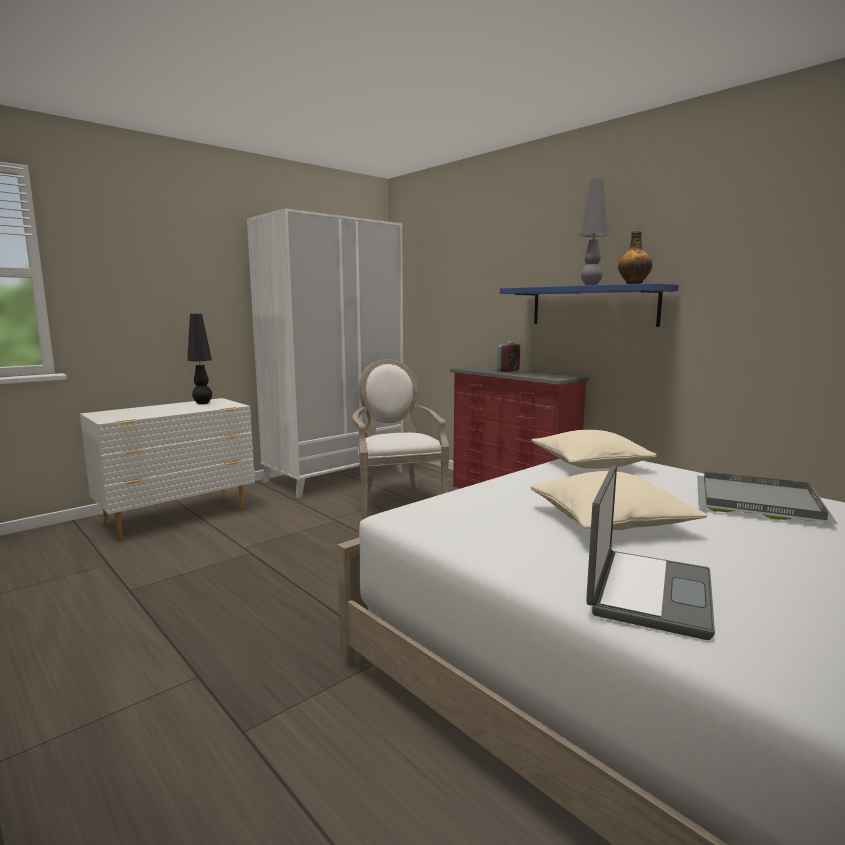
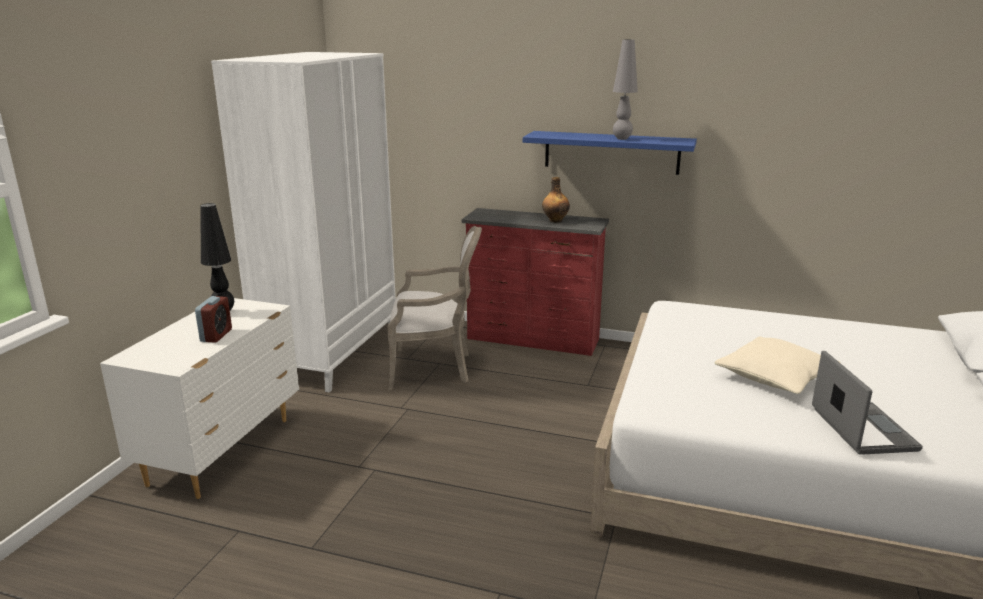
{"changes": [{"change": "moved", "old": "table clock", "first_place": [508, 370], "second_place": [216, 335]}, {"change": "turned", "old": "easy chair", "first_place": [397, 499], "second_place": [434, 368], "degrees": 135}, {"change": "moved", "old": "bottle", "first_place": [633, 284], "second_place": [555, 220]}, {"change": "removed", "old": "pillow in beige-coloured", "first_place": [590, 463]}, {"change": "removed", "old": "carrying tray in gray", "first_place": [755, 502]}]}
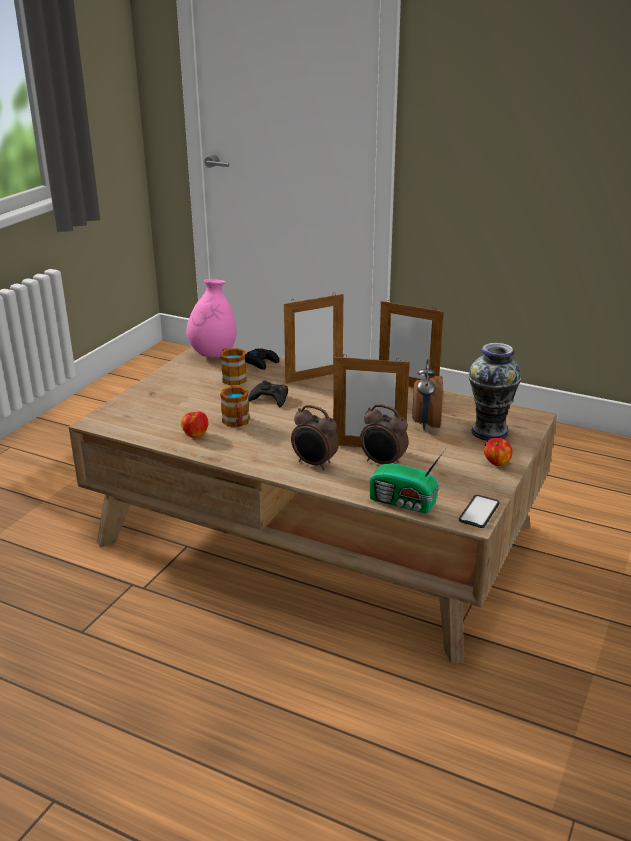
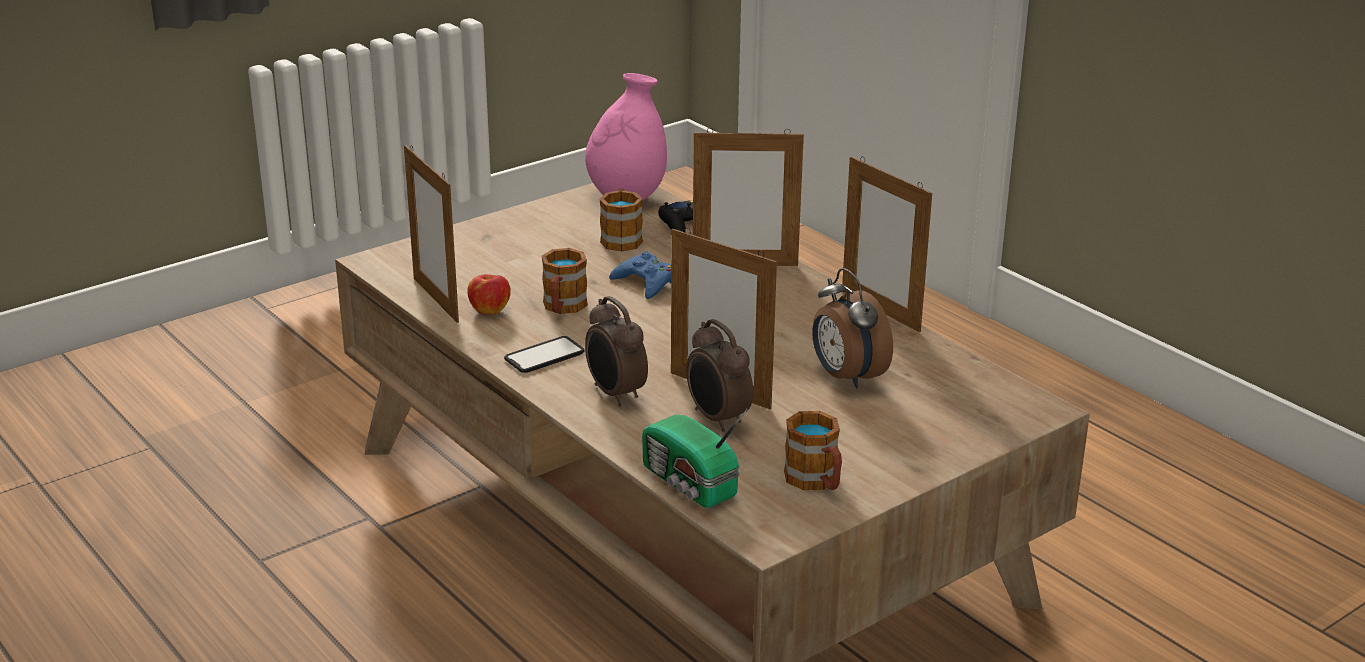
{"changes": [{"change": "added", "new": "standing frame", "second_place": [436, 300]}, {"change": "moved", "old": "phone", "first_place": [479, 512], "second_place": [544, 356]}, {"change": "recoloured", "old": "joypad in black", "new": "joypad in blue", "first_place": [270, 398], "second_place": [646, 282]}, {"change": "added", "new": "tea mug", "second_place": [816, 482]}, {"change": "turned", "old": "table clock", "first_place": [425, 424], "second_place": [846, 377], "degrees": -60}, {"change": "removed", "old": "flower vase", "first_place": [490, 432]}, {"change": "removed", "old": "apple", "first_place": [496, 463]}]}
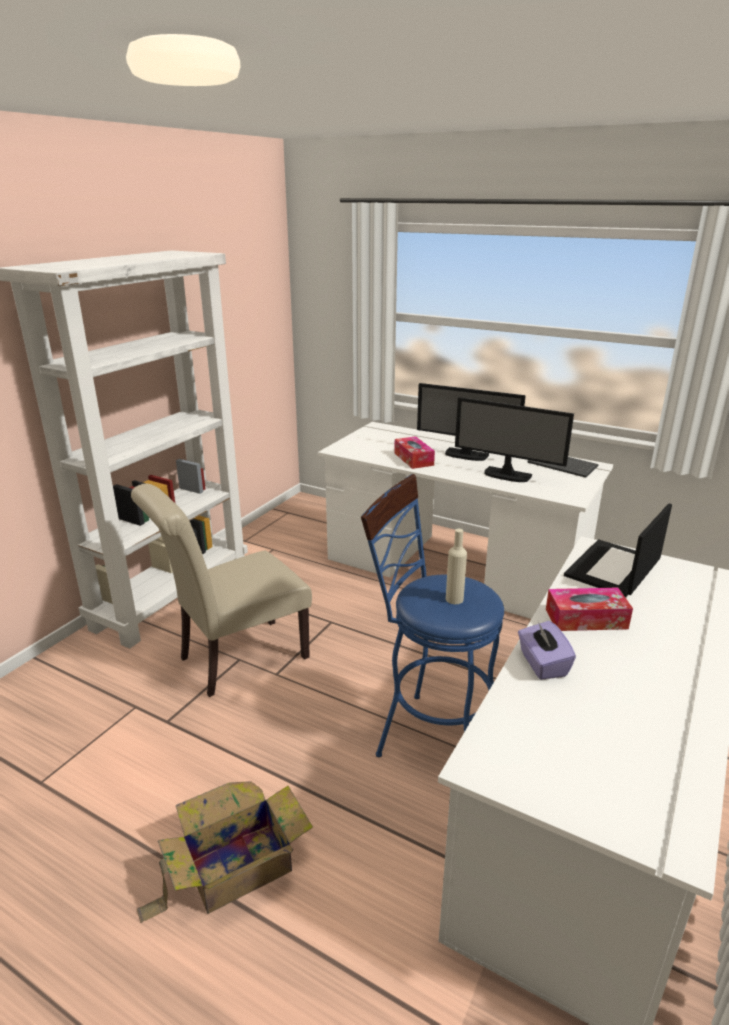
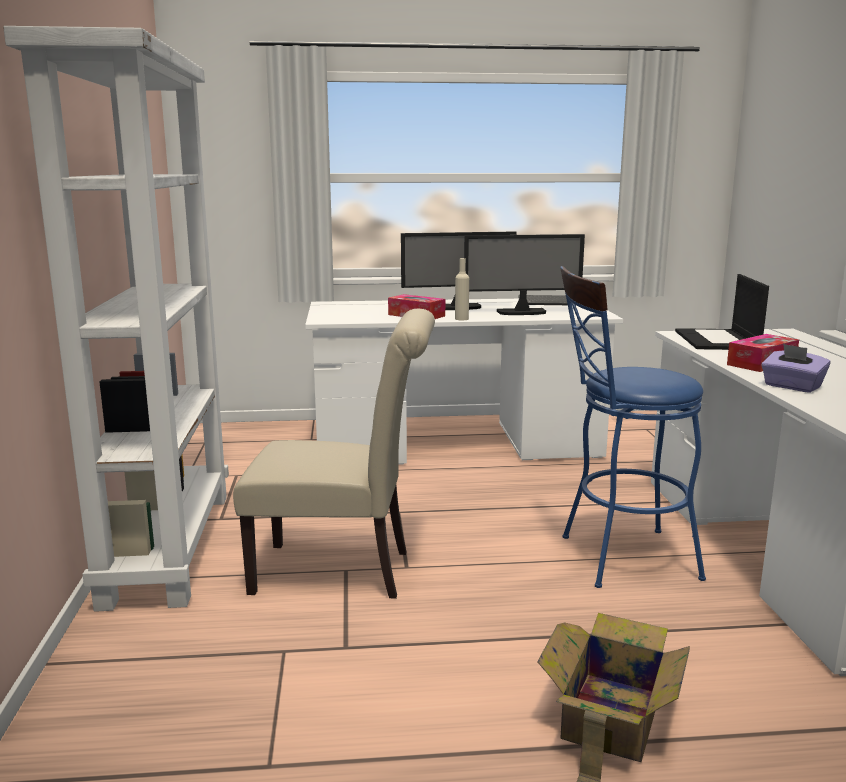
{"changes": [{"change": "turned", "old": "chair in beige-coloured", "first_place": [236, 659], "second_place": [342, 571], "degrees": -105}, {"change": "moved", "old": "bottle in beige-coloured", "first_place": [454, 599], "second_place": [461, 319]}]}
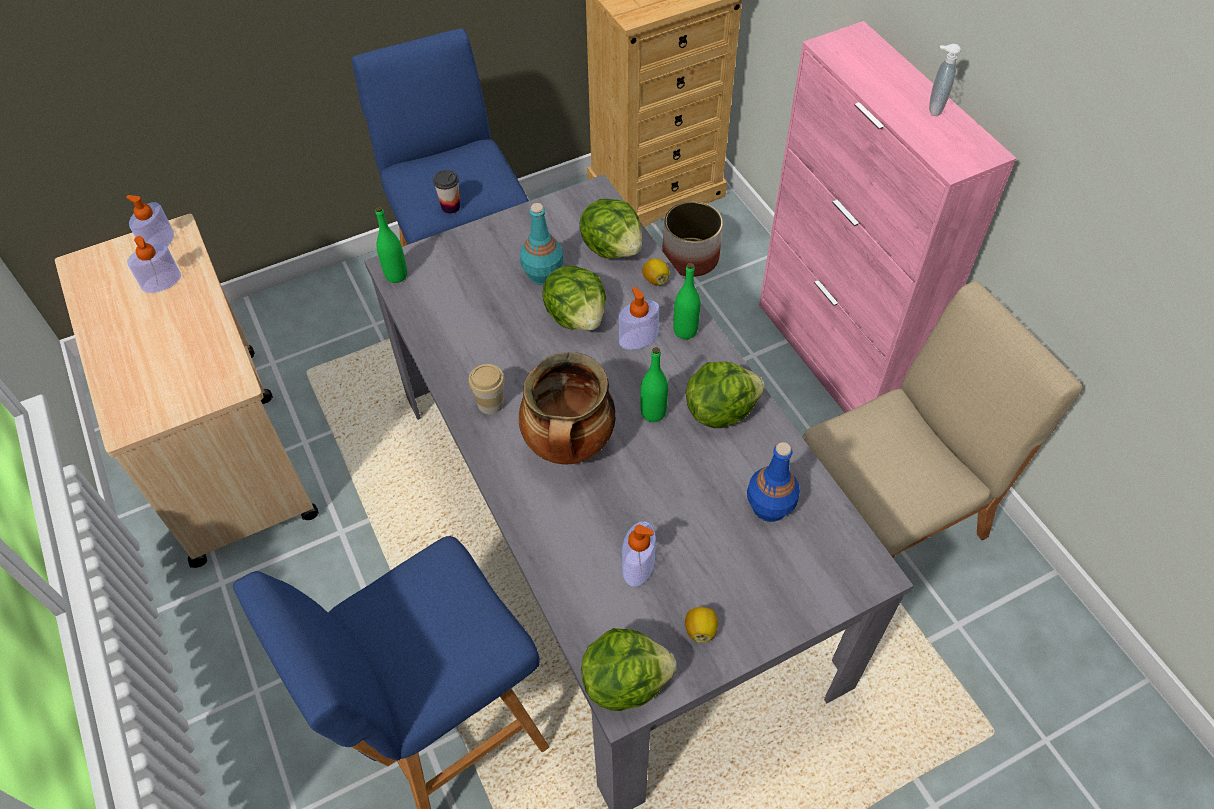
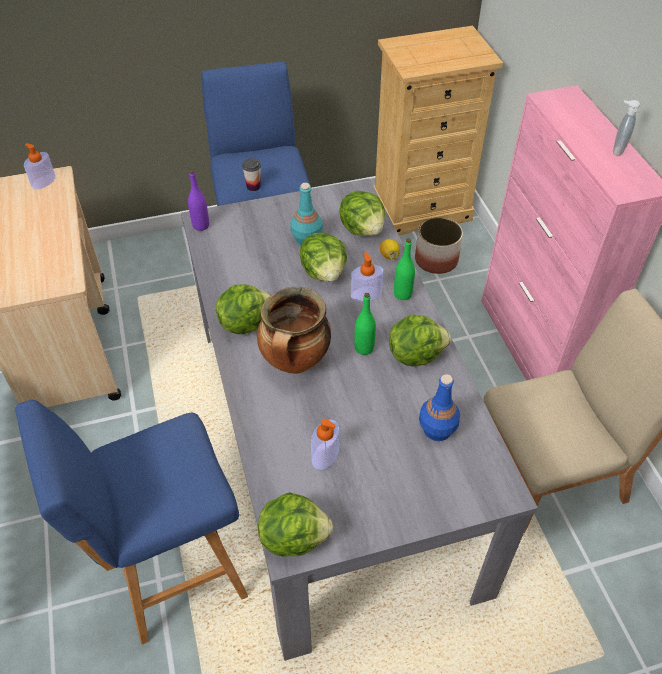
{"changes": [{"change": "recoloured", "old": "bottle in green", "new": "bottle in purplish", "first_place": [396, 275], "second_place": [201, 225]}, {"change": "replaced", "old": "cup", "new": "lettuce", "first_place": [490, 403], "second_place": [245, 322]}, {"change": "removed", "old": "soap dispenser", "first_place": [162, 282]}, {"change": "removed", "old": "citrus fruit", "first_place": [700, 629]}]}
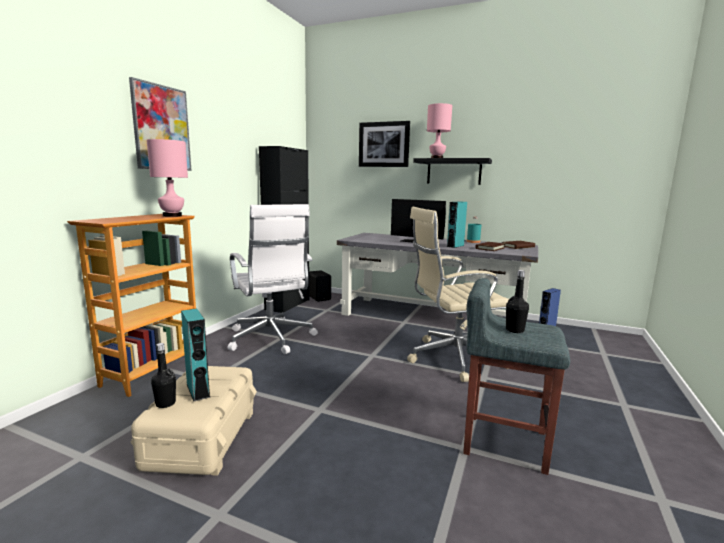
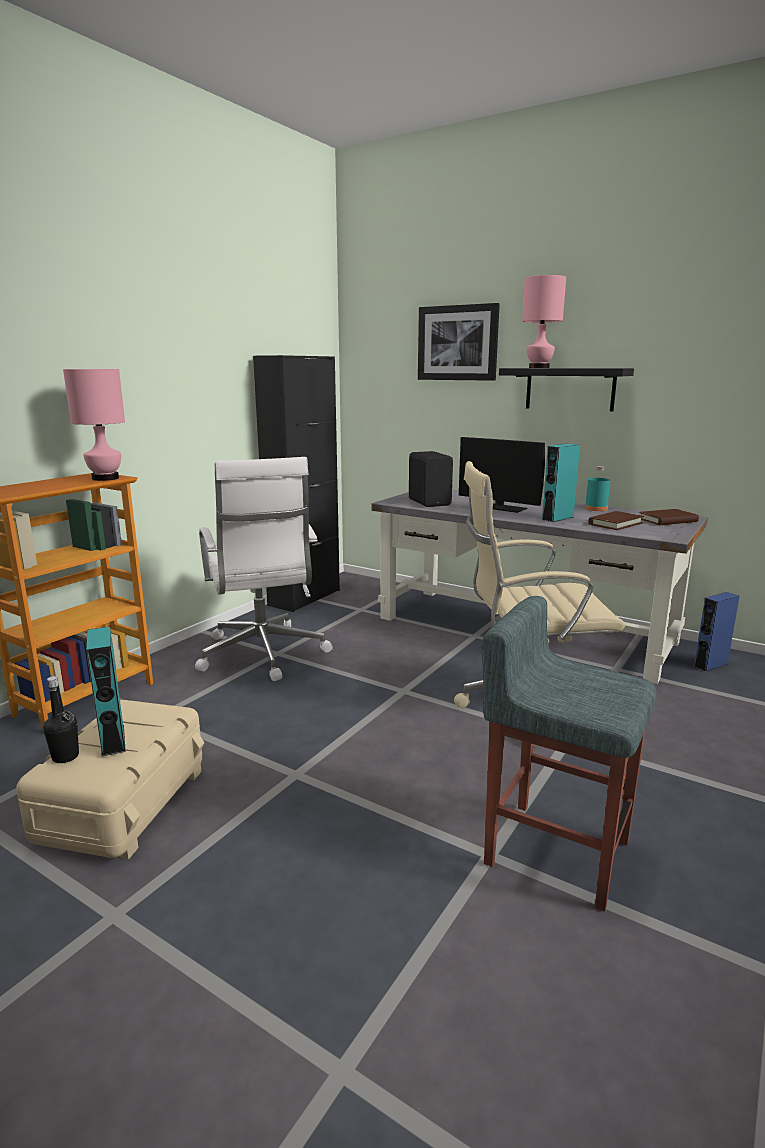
{"changes": [{"change": "moved", "old": "loudspeaker in black", "first_place": [319, 298], "second_place": [430, 502]}, {"change": "removed", "old": "wall picture", "first_place": [161, 128]}, {"change": "removed", "old": "bottle in black", "first_place": [514, 330]}]}
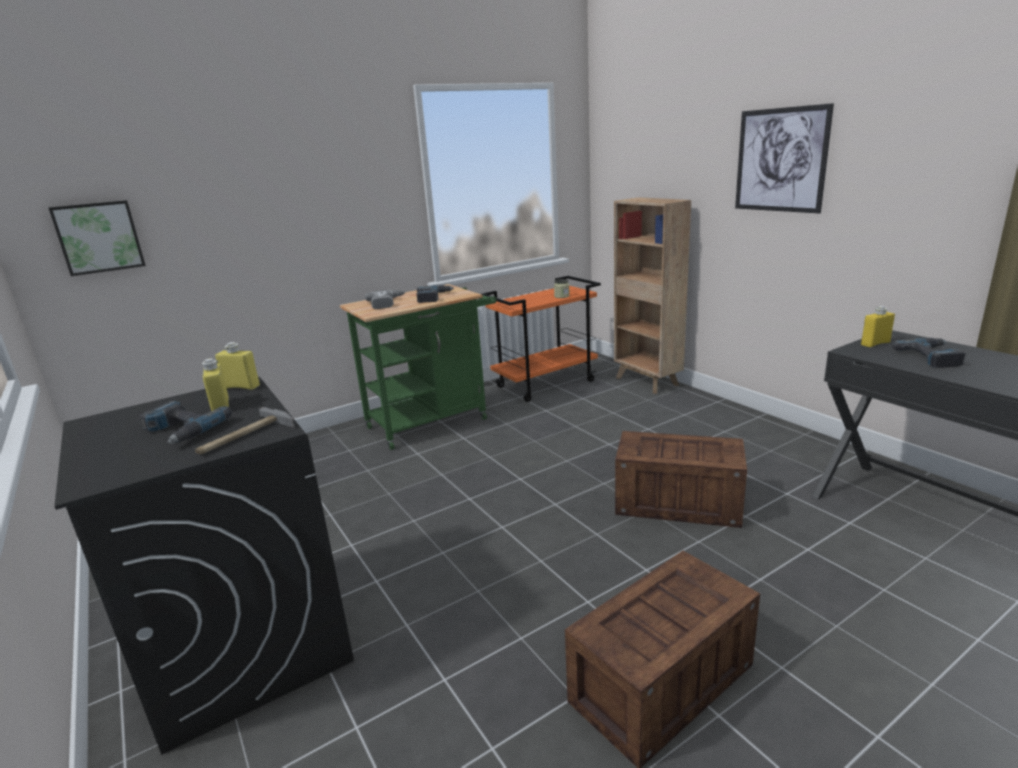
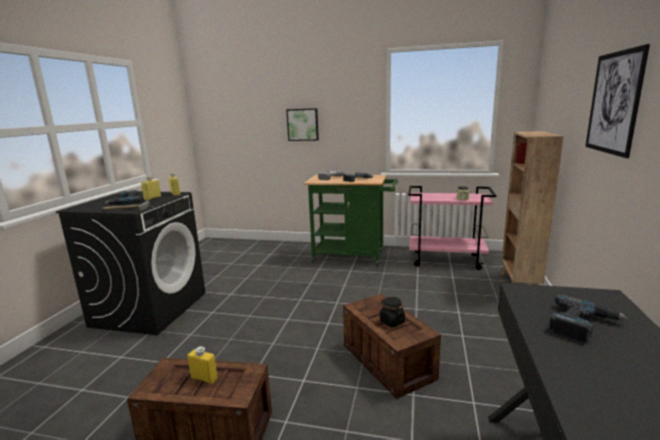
{"changes": [{"change": "moved", "old": "bottle in yellow-coloured", "first_place": [875, 343], "second_place": [204, 378]}, {"change": "moved", "old": "wall picture", "first_place": [99, 237], "second_place": [303, 124]}, {"change": "added", "new": "storage jar in black", "second_place": [392, 321]}, {"change": "recoloured", "old": "trolley in orange-coloured", "new": "trolley in pinkish", "first_place": [545, 383], "second_place": [446, 260]}]}
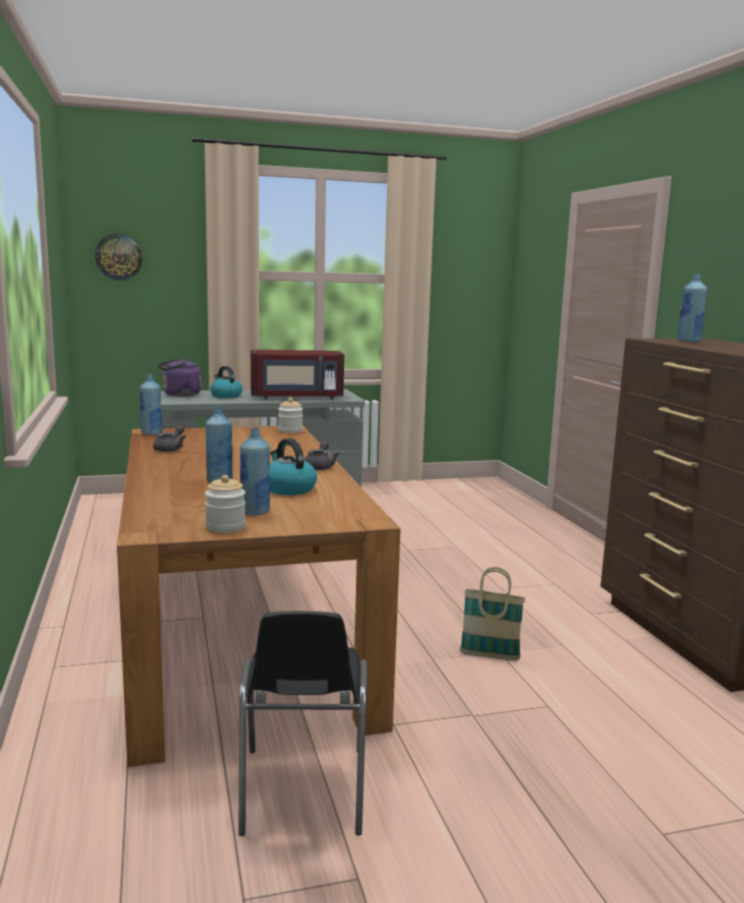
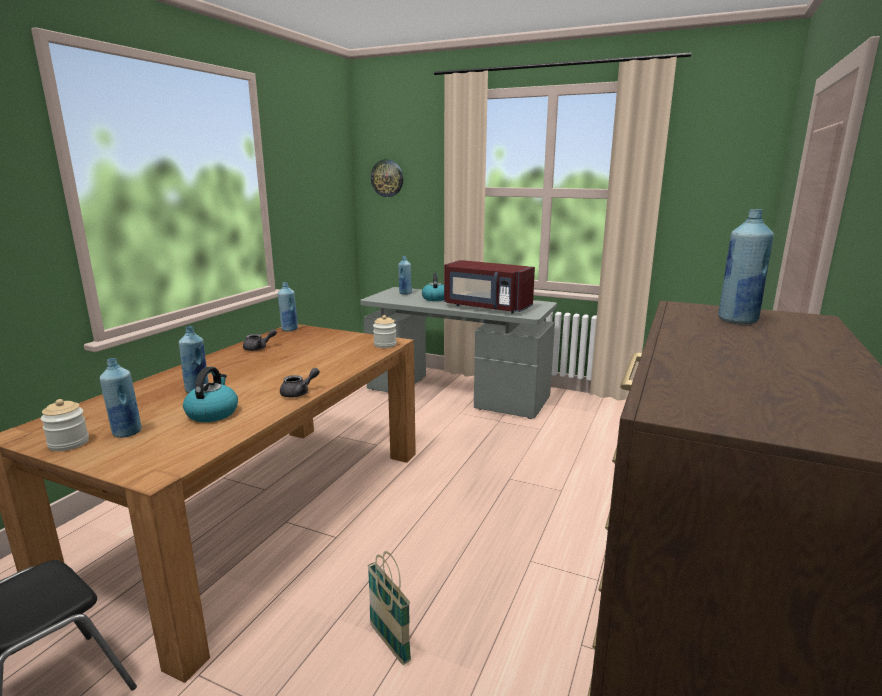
{"changes": [{"change": "replaced", "old": "tea kettle in purplish", "new": "bottle in blue", "first_place": [179, 395], "second_place": [405, 293]}]}
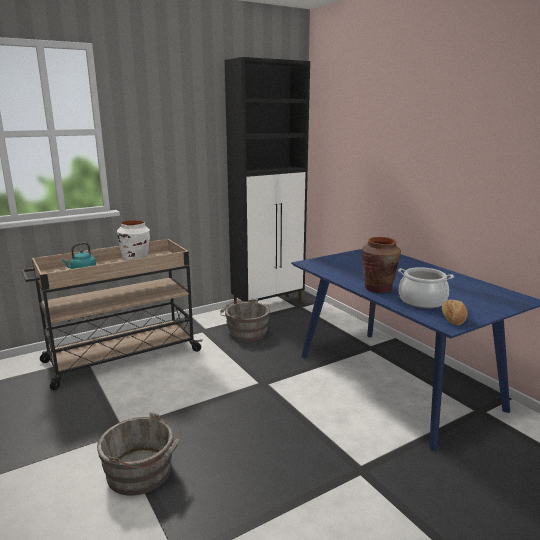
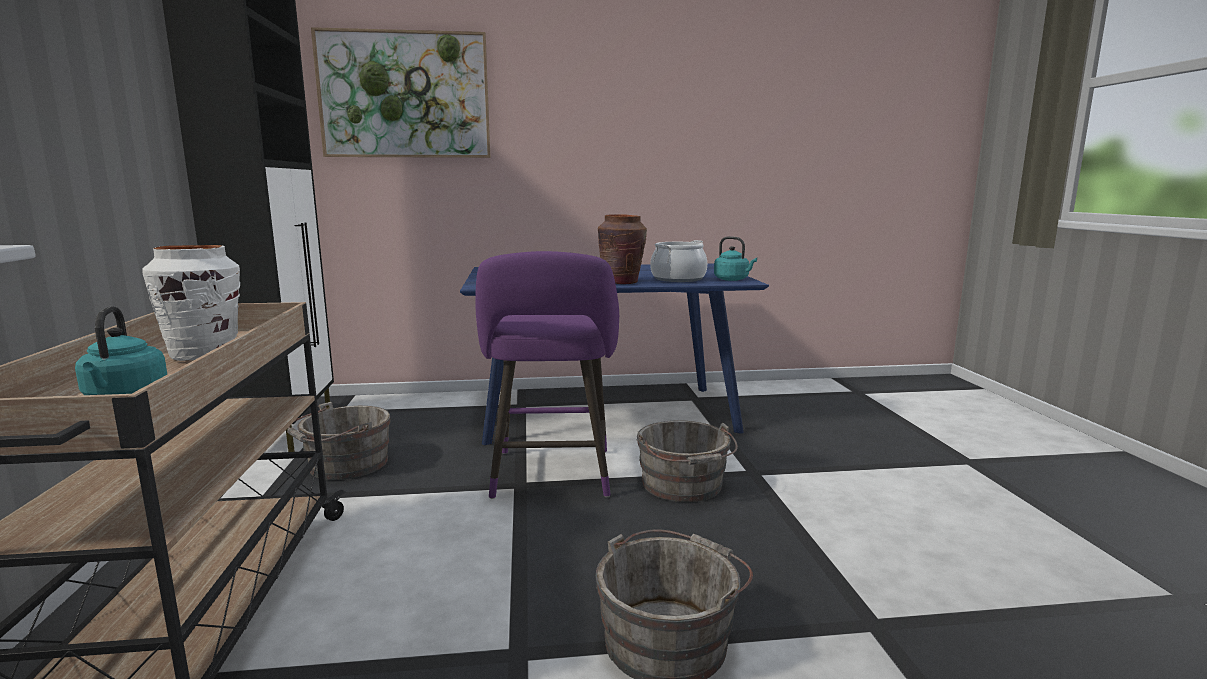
{"changes": [{"change": "added", "new": "wall picture", "second_place": [405, 95]}, {"change": "added", "new": "stool seat in purplish", "second_place": [551, 477]}, {"change": "added", "new": "bucket in gray", "second_place": [684, 486]}, {"change": "replaced", "old": "bakery bread", "new": "tea kettle in blue-green", "first_place": [453, 319], "second_place": [733, 279]}]}
